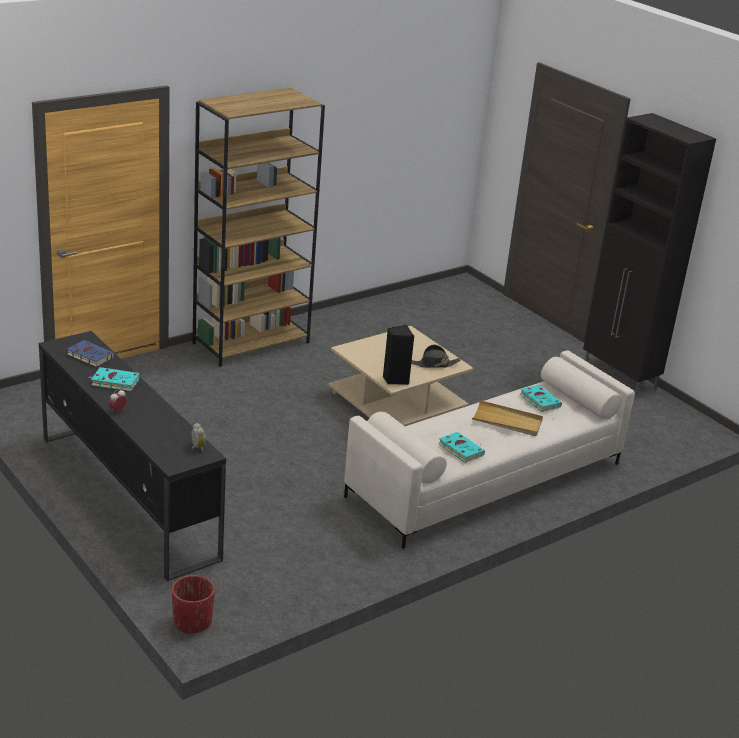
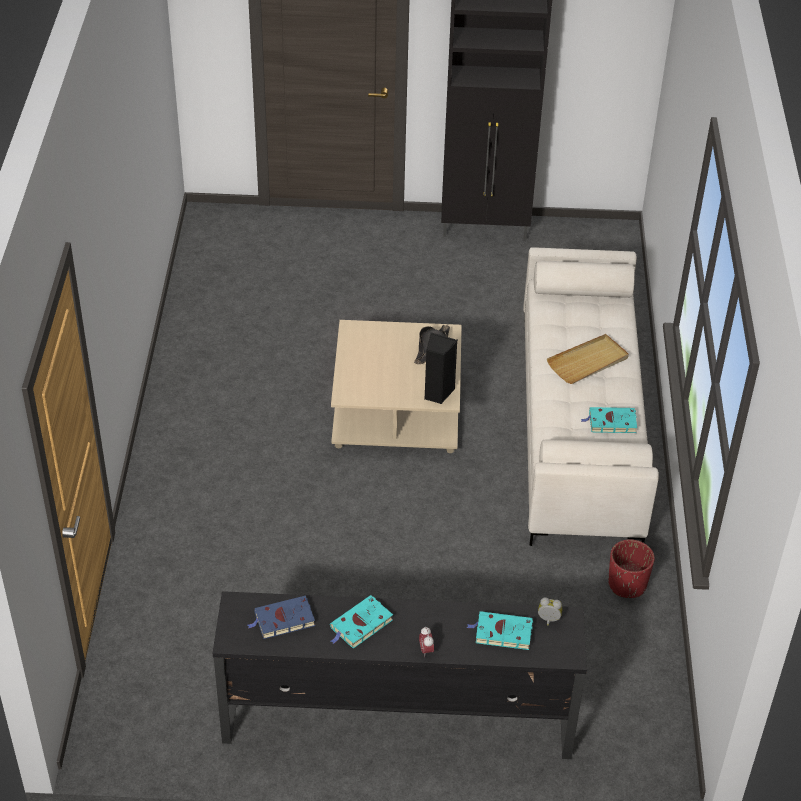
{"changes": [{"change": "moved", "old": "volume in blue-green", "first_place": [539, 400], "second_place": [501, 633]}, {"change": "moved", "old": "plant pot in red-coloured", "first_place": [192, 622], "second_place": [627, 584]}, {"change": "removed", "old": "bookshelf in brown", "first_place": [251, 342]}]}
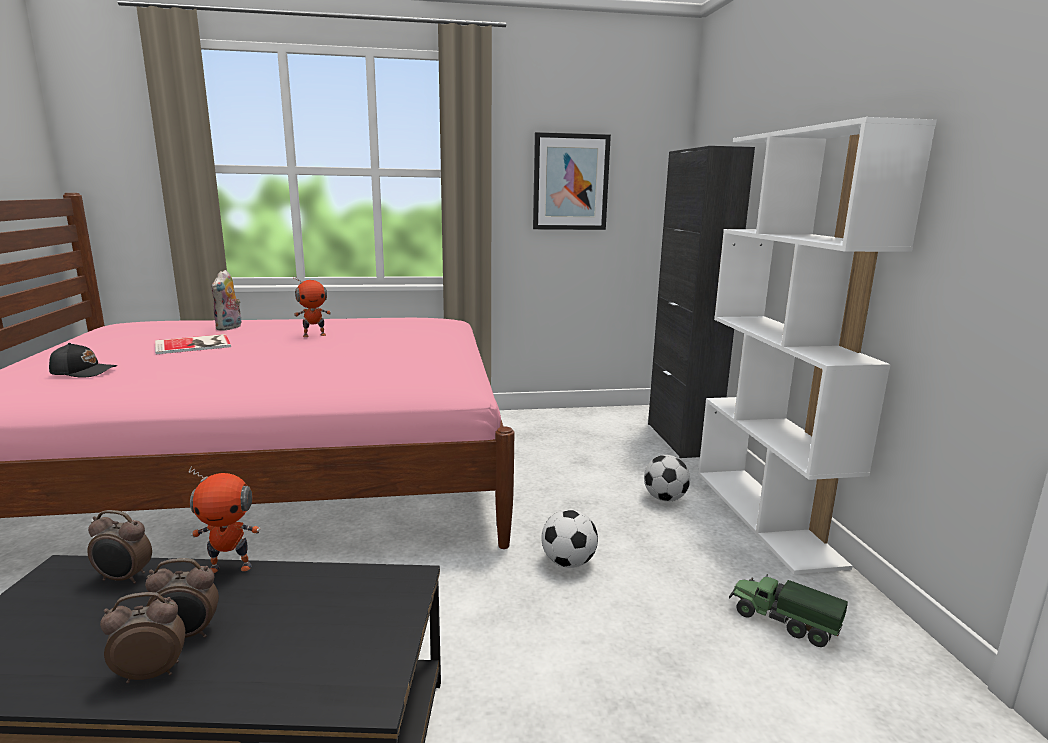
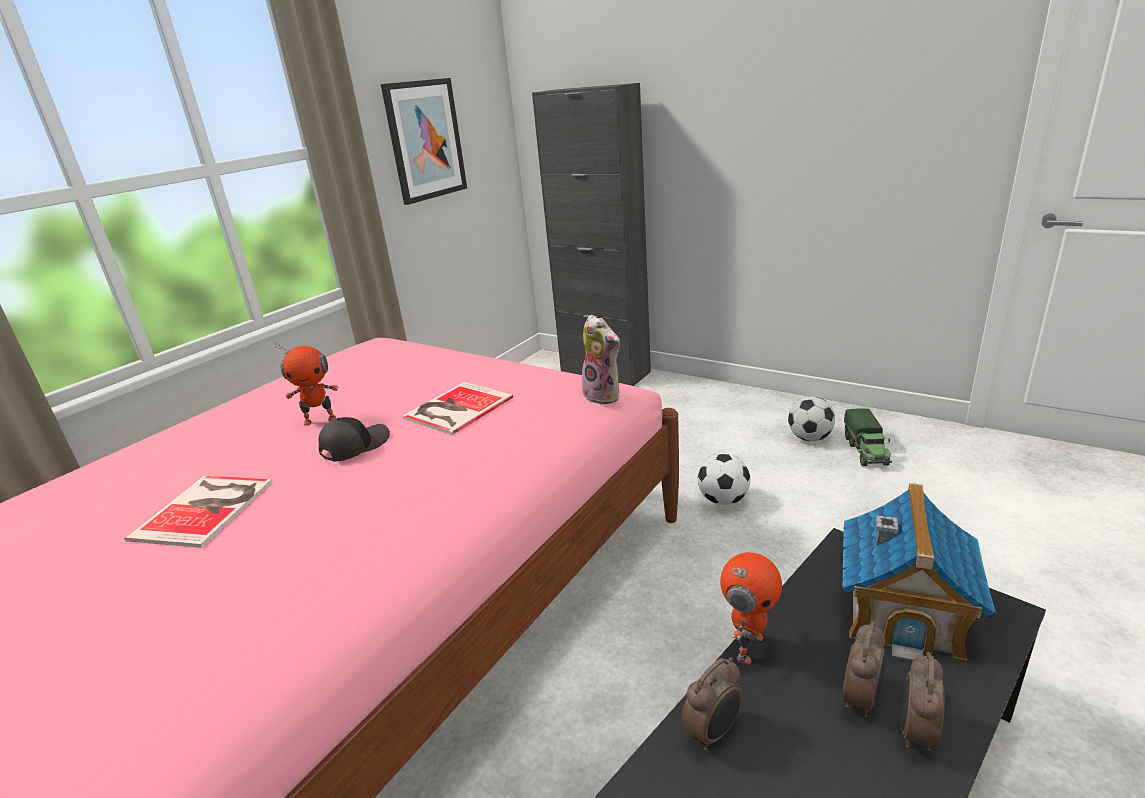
{"changes": [{"change": "turned", "old": "toy robot", "first_place": [314, 335], "second_place": [320, 420], "degrees": 60}, {"change": "moved", "old": "peaked cap in black", "first_place": [84, 372], "second_place": [354, 446]}, {"change": "added", "new": "volume", "second_place": [455, 408]}, {"change": "moved", "old": "soft toy", "first_place": [230, 328], "second_place": [604, 396]}, {"change": "moved", "old": "ball for football", "first_place": [665, 499], "second_place": [810, 438]}, {"change": "added", "new": "model house", "second_place": [904, 611]}, {"change": "turned", "old": "toy truck", "first_place": [782, 621], "second_place": [866, 451], "degrees": -75}, {"change": "removed", "old": "bookshelf in whitish", "first_place": [765, 515]}]}
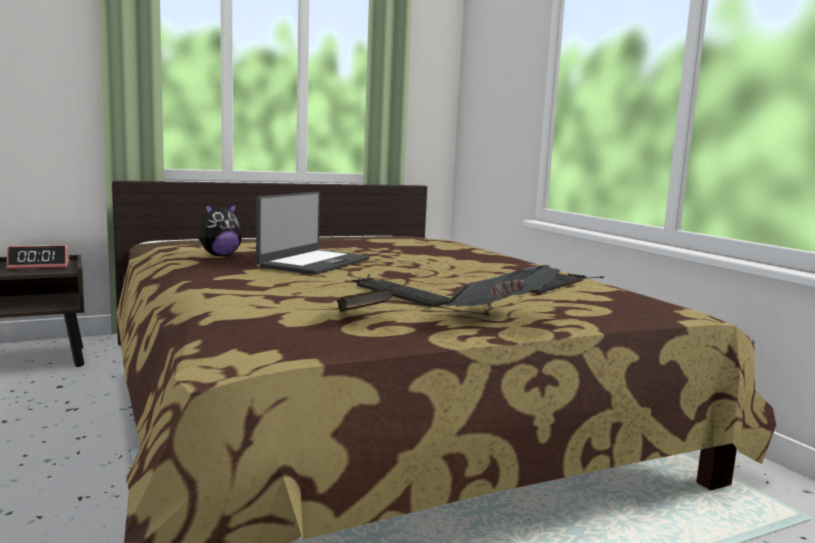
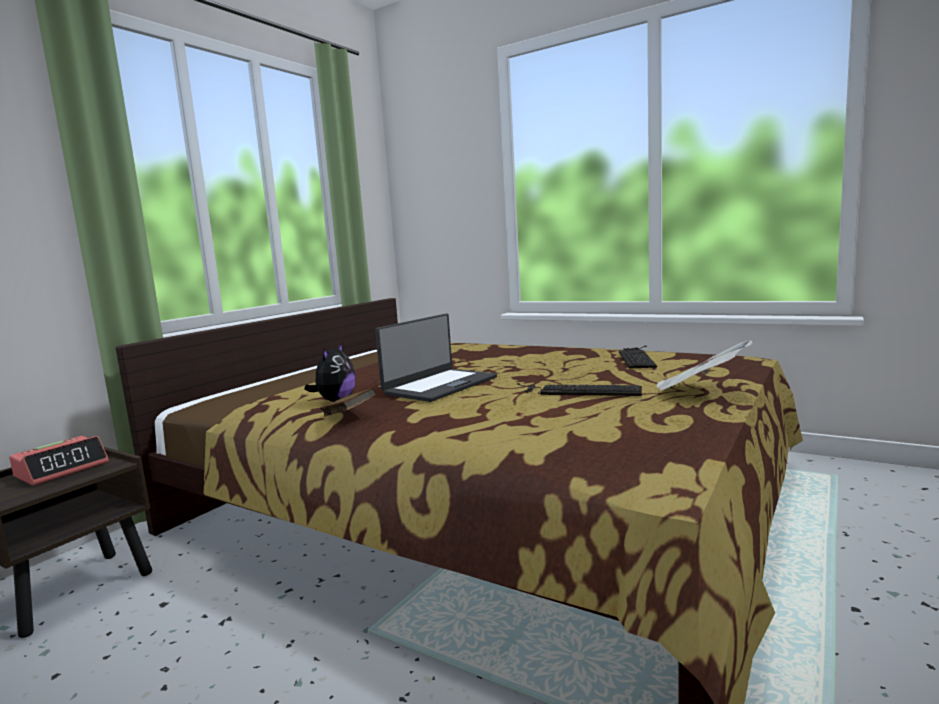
{"changes": [{"change": "moved", "old": "volume in brown", "first_place": [362, 318], "second_place": [349, 416]}, {"change": "turned", "old": "notebook computer", "first_place": [314, 263], "second_place": [439, 385], "degrees": 45}]}
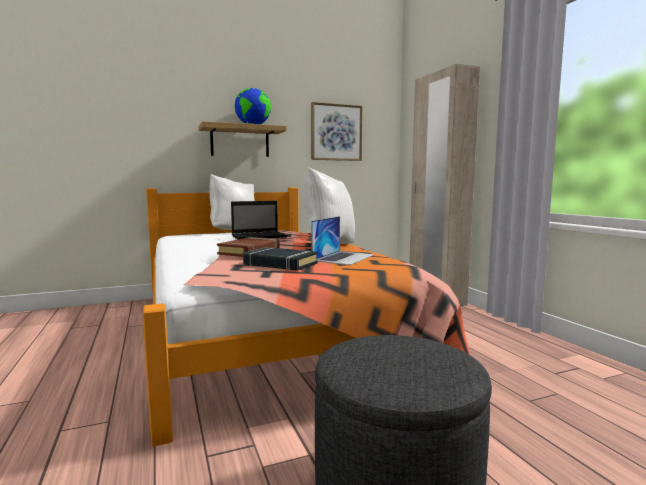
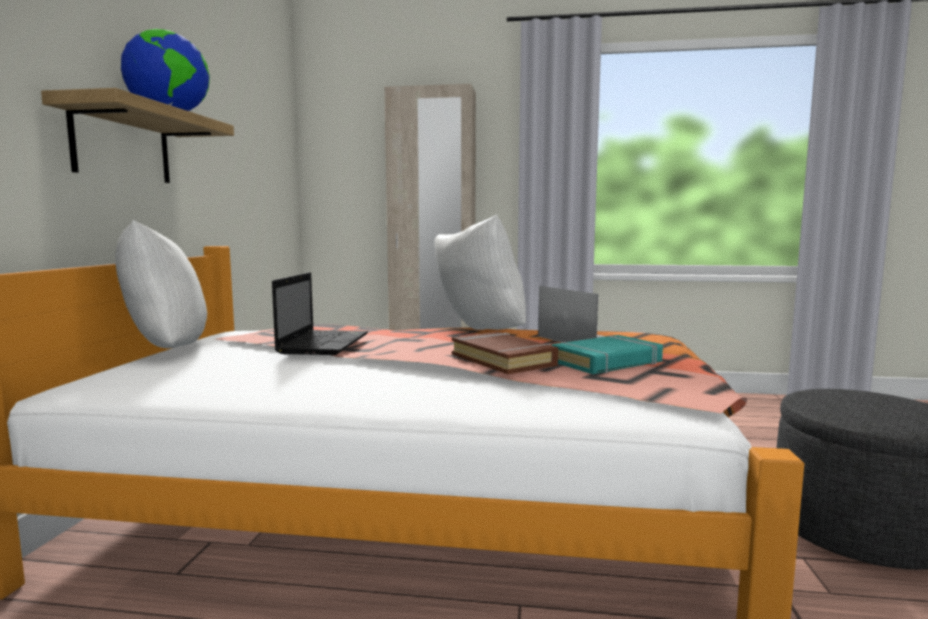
{"changes": [{"change": "recoloured", "old": "volume in black", "new": "volume in blue-green", "first_place": [280, 264], "second_place": [607, 362]}, {"change": "removed", "old": "wall picture", "first_place": [336, 132]}]}
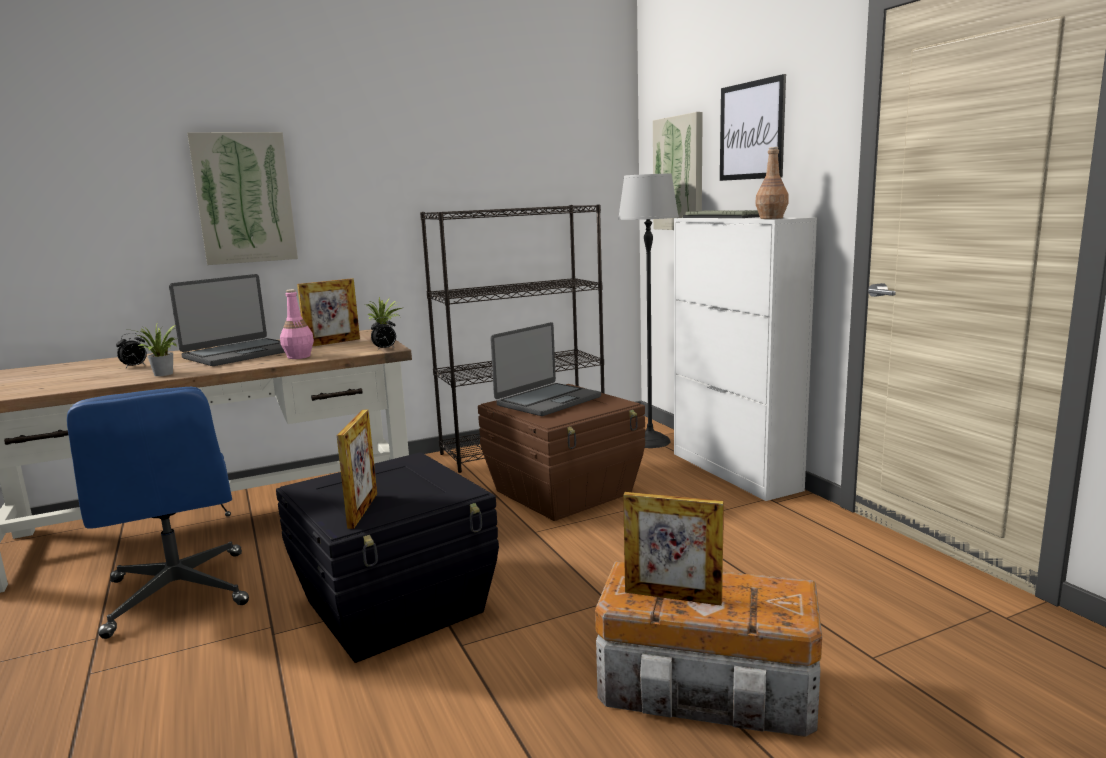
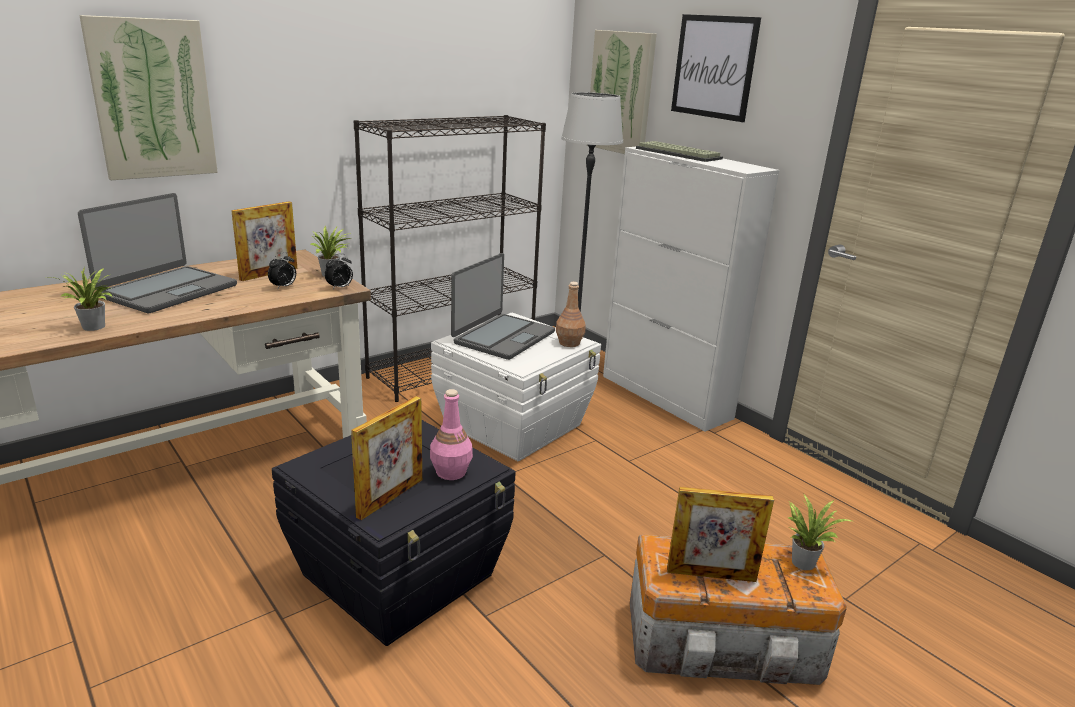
{"changes": [{"change": "moved", "old": "table clock", "first_place": [134, 367], "second_place": [283, 287]}, {"change": "turned", "old": "standing frame", "first_place": [363, 510], "second_place": [390, 498], "degrees": 45}, {"change": "moved", "old": "bottle in pinkish", "first_place": [298, 356], "second_place": [450, 472]}, {"change": "recoloured", "old": "storage box in brown", "new": "storage box in whitish", "first_place": [565, 492], "second_place": [515, 425]}, {"change": "moved", "old": "bottle in brown", "first_place": [771, 218], "second_place": [569, 343]}, {"change": "added", "new": "plant in a pot", "second_place": [803, 561]}, {"change": "removed", "old": "computer chair in blue", "first_place": [178, 593]}]}
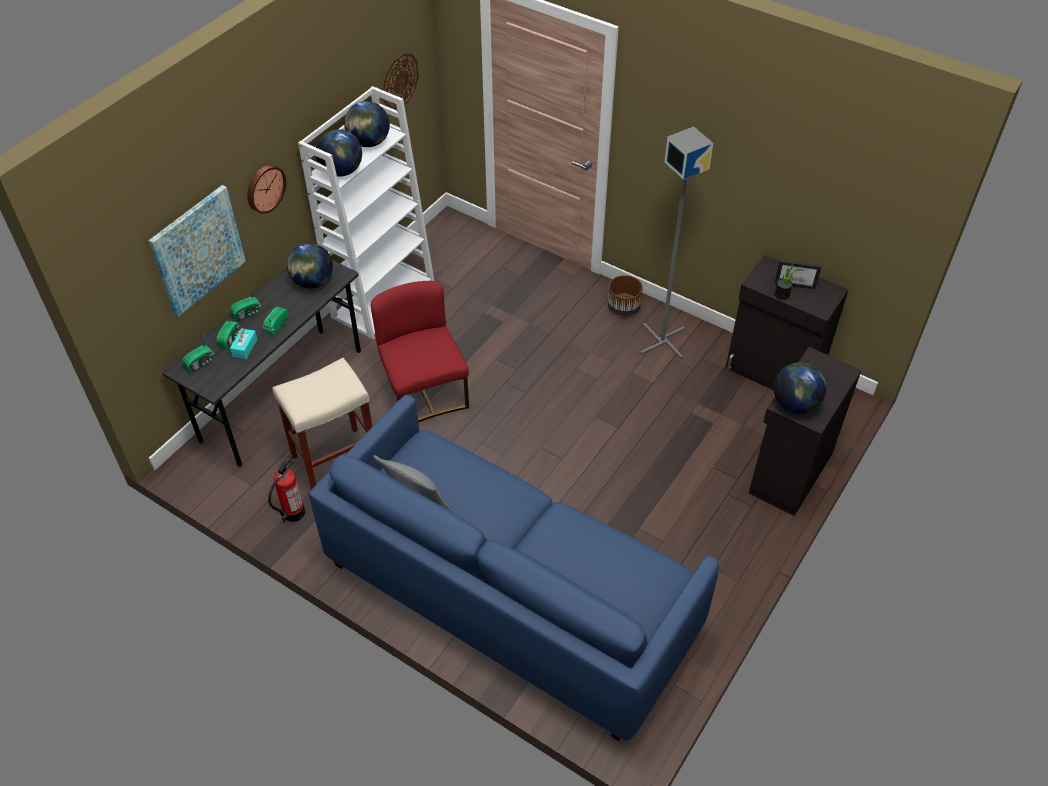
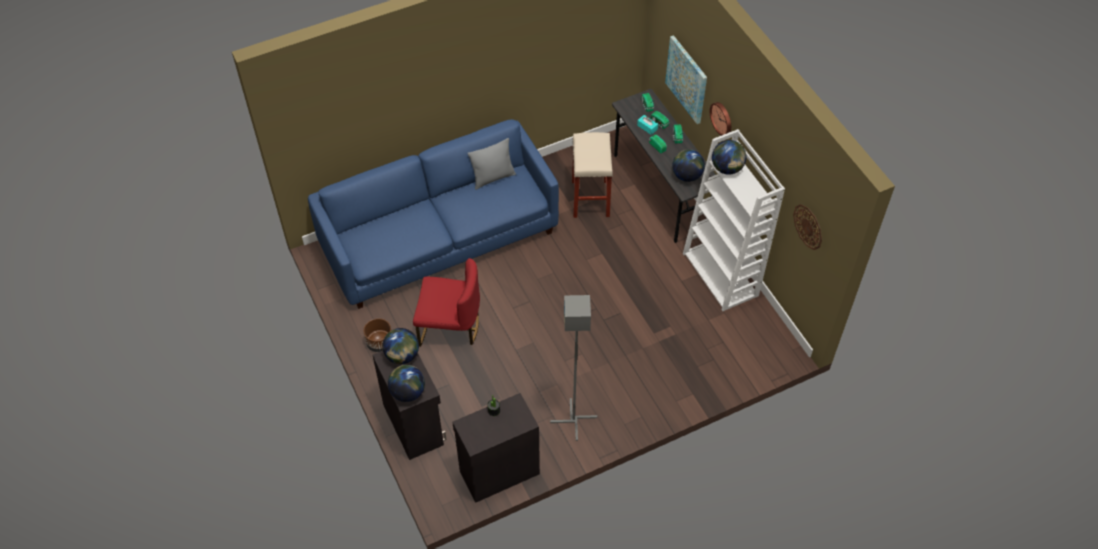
{"changes": [{"change": "moved", "old": "plant pot in brown", "first_place": [623, 308], "second_place": [379, 343]}, {"change": "moved", "old": "world globe", "first_place": [369, 142], "second_place": [408, 392]}, {"change": "moved", "old": "chair in red-coloured", "first_place": [424, 393], "second_place": [450, 327]}, {"change": "removed", "old": "fire-fighting cylinder", "first_place": [293, 512]}, {"change": "removed", "old": "standing frame", "first_place": [795, 283]}]}
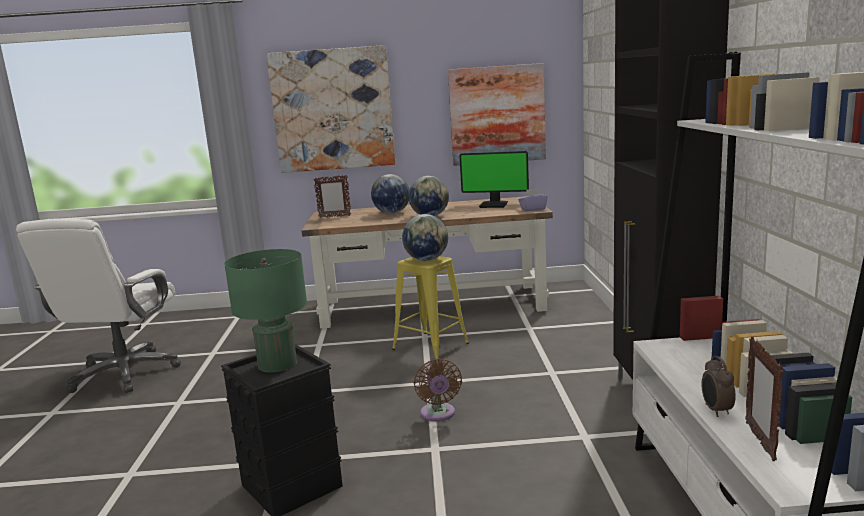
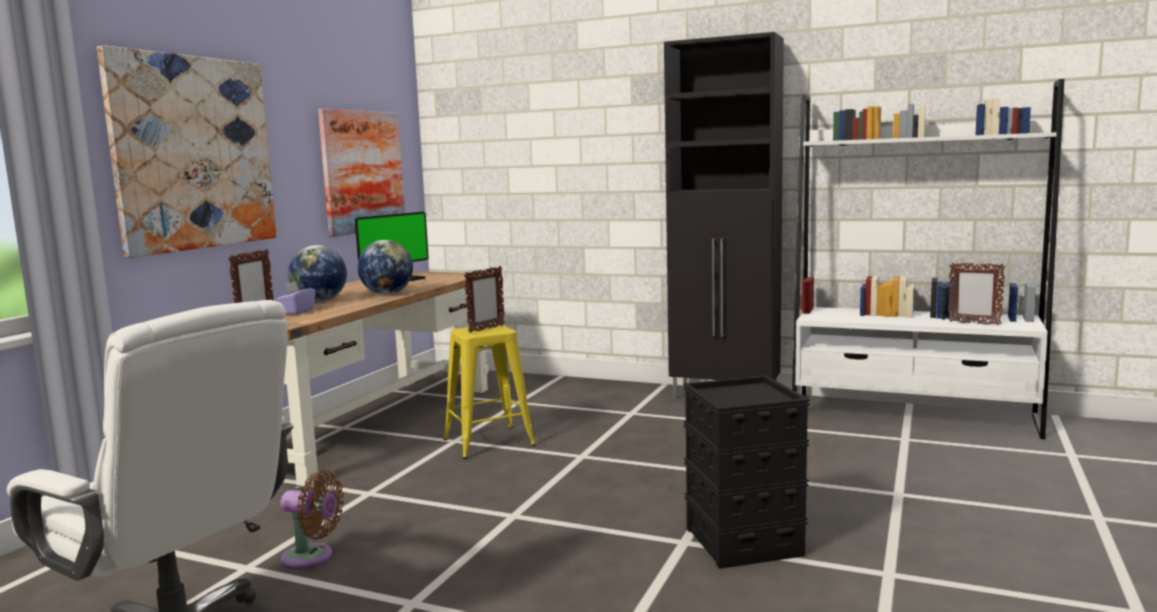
{"changes": [{"change": "moved", "old": "tissue holder in purplish", "first_place": [533, 209], "second_place": [296, 312]}, {"change": "moved", "old": "electric fan in brown", "first_place": [438, 414], "second_place": [312, 558]}, {"change": "replaced", "old": "world globe", "new": "standing frame", "first_place": [427, 259], "second_place": [486, 329]}, {"change": "removed", "old": "tabletop lamp in green", "first_place": [277, 364]}, {"change": "removed", "old": "table clock", "first_place": [716, 410]}]}
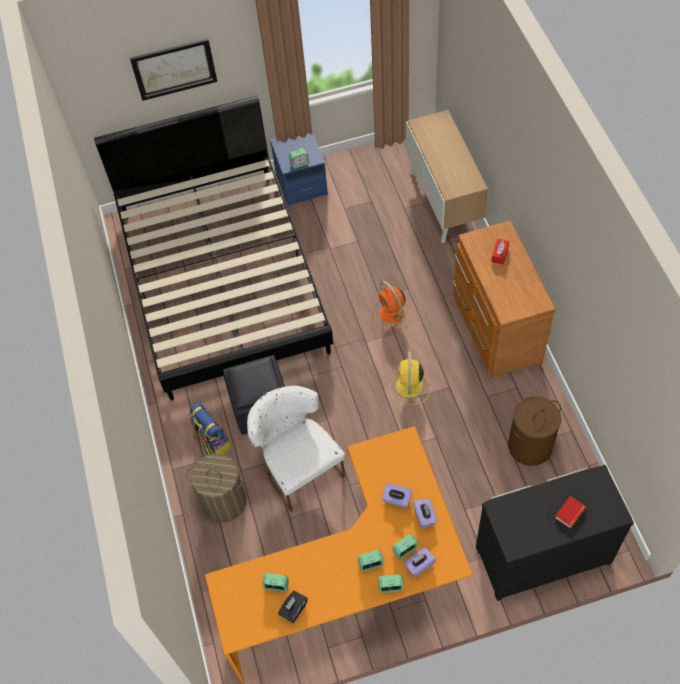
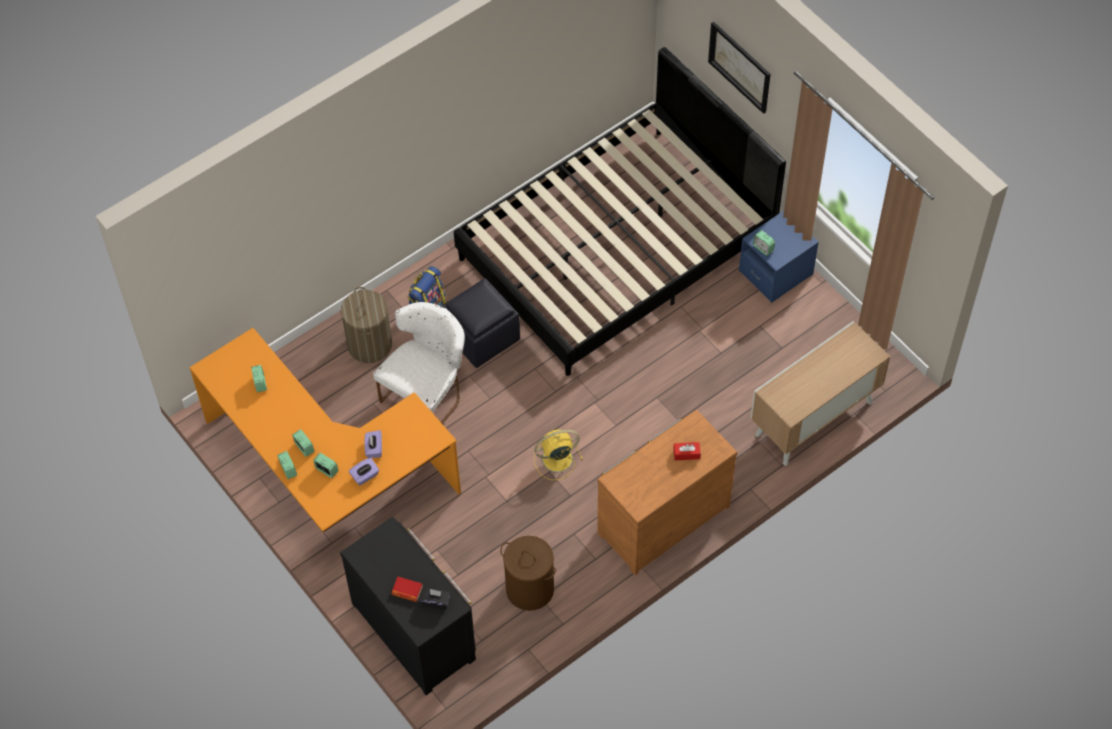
{"changes": [{"change": "moved", "old": "tissue holder in black", "first_place": [293, 609], "second_place": [436, 602]}, {"change": "removed", "old": "electric fan in orange-coloured", "first_place": [392, 315]}, {"change": "removed", "old": "tissue holder in purplish", "first_place": [419, 565]}]}
